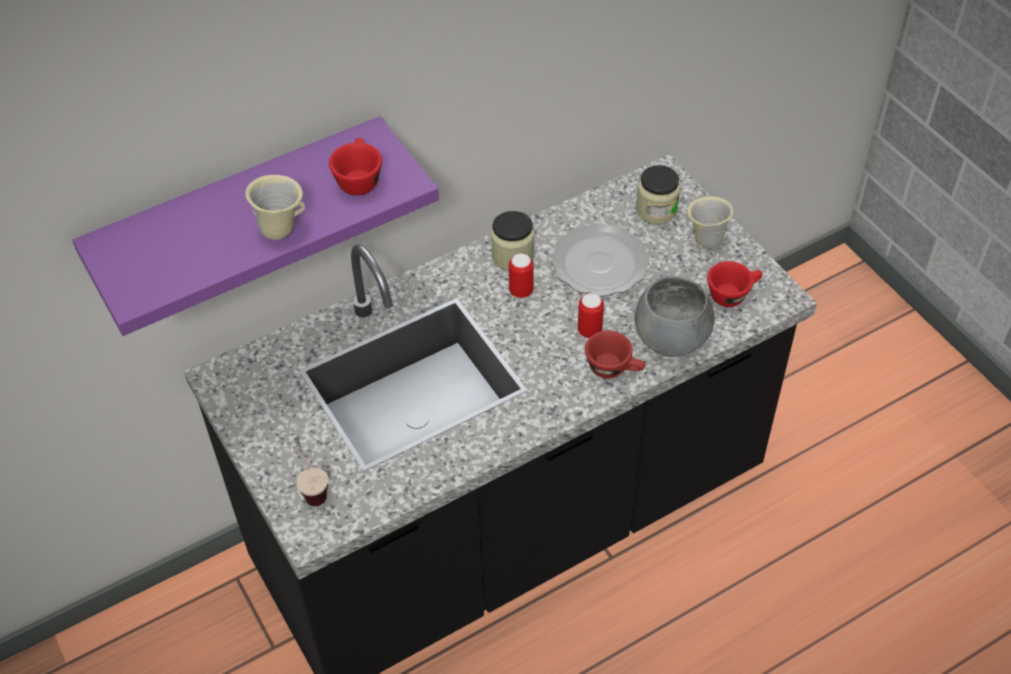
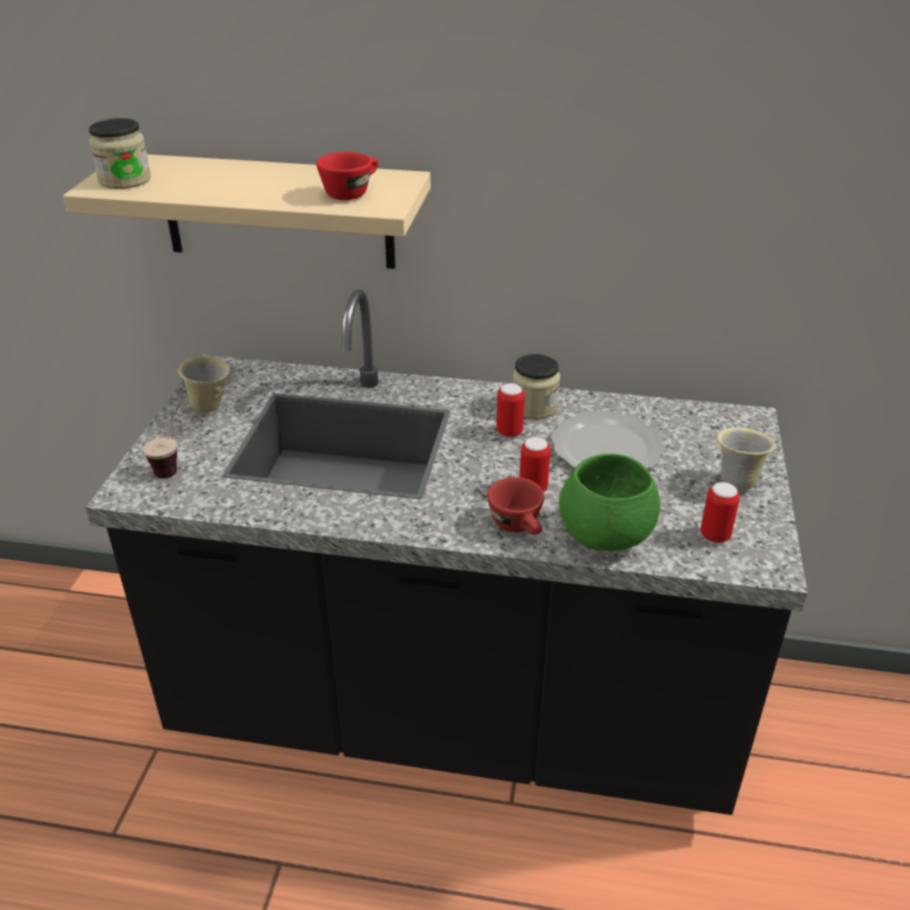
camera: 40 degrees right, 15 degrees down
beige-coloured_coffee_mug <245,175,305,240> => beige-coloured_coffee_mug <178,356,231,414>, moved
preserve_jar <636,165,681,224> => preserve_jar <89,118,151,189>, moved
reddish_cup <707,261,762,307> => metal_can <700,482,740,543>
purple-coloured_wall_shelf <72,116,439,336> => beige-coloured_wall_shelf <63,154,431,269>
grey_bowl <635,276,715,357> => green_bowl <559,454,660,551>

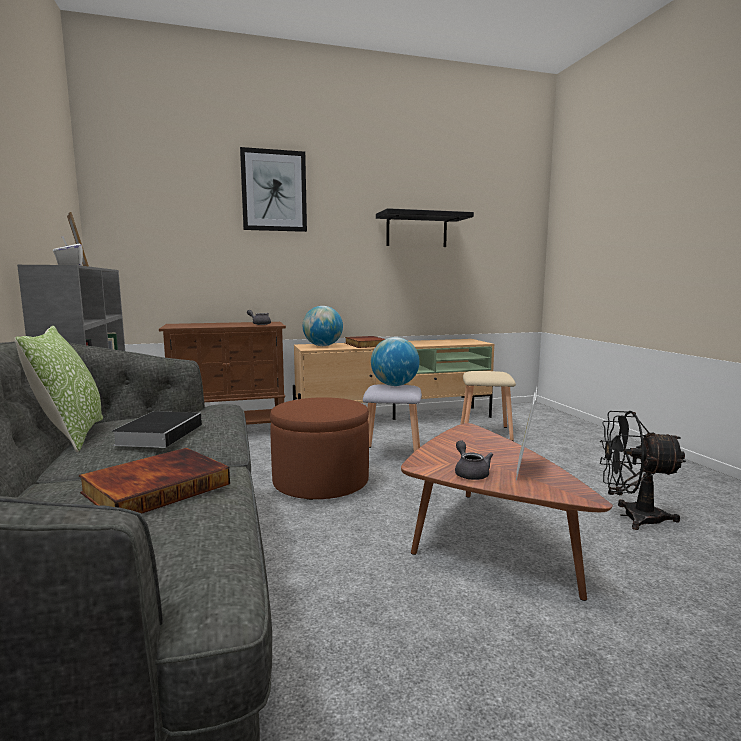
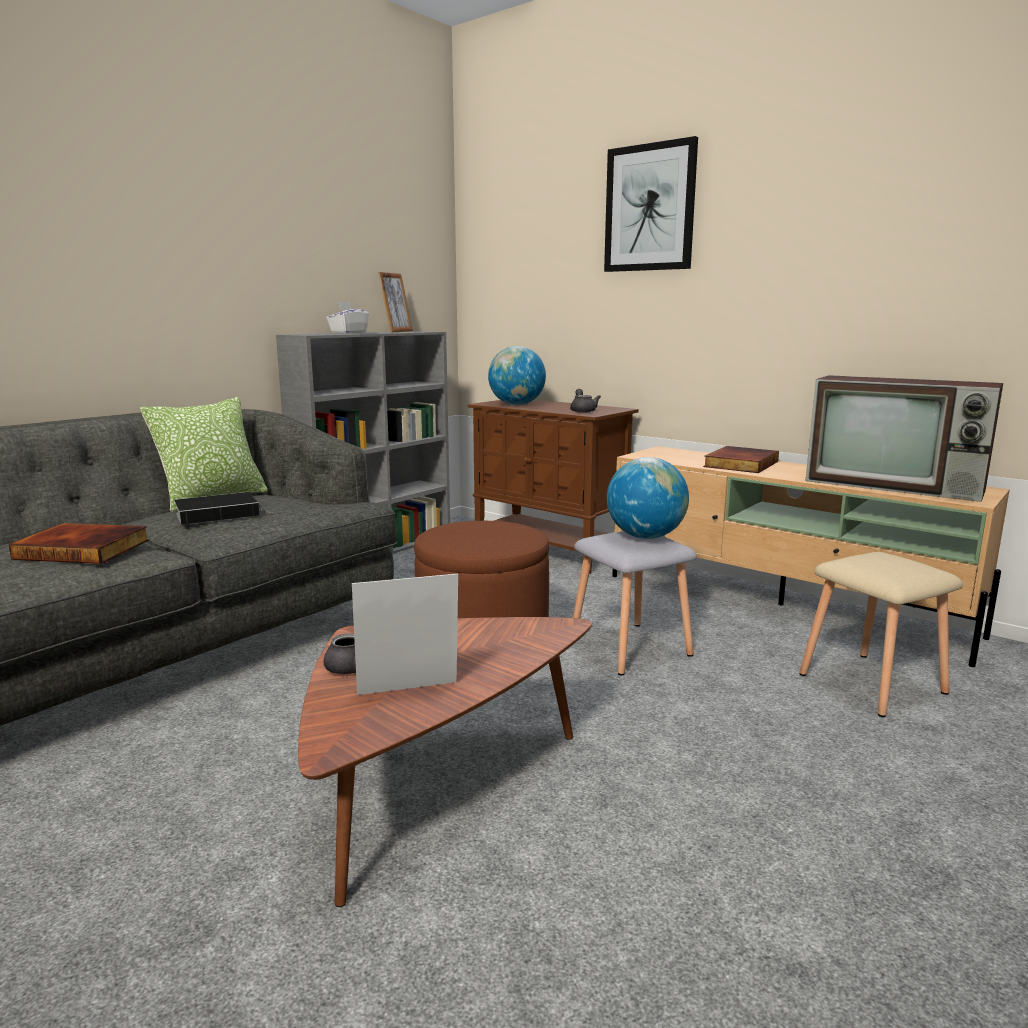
camera: 55 degrees right, 5 degrees up
blackish_wall_shelf <376,208,474,247> => nothing
blackish_electric_fan <600,411,686,530> => nothing
nothing => television <806,375,1003,502>
globe <303,306,343,346> => globe <488,346,546,405>, moved

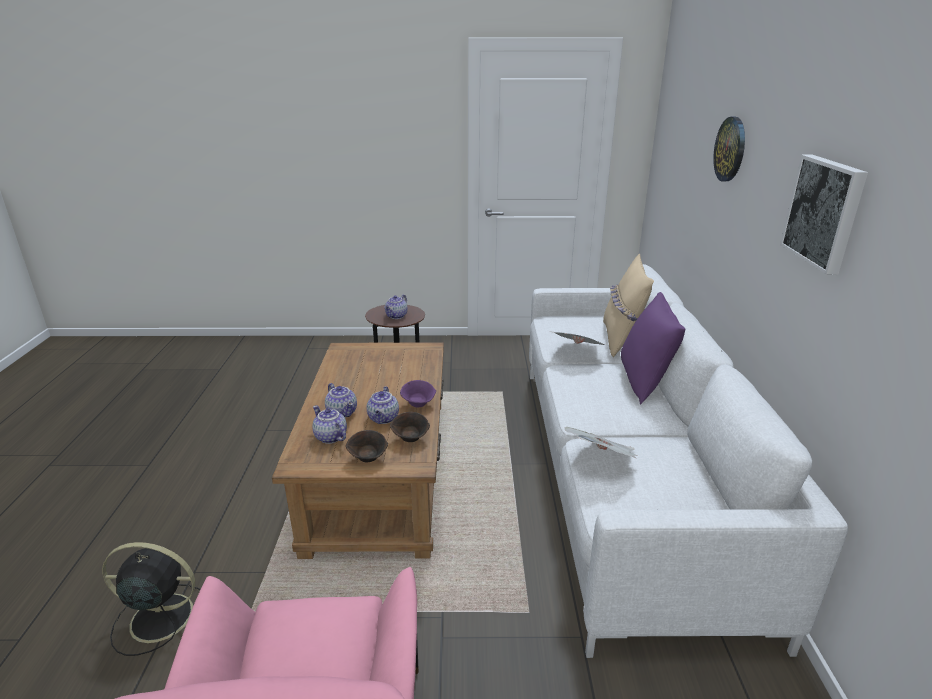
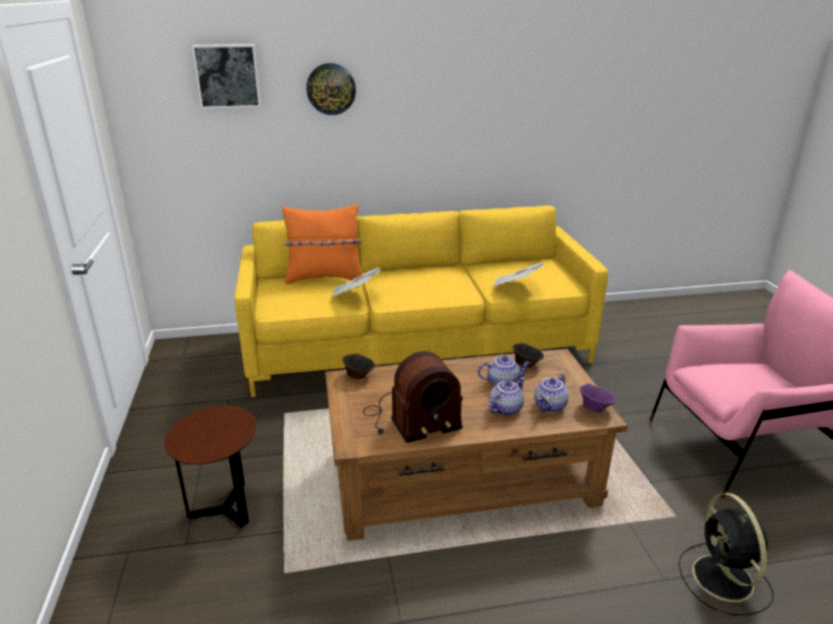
camera: 100 degrees left, 0 degrees up
tea_pot <384,295,408,319> => nothing
purple-coloured_cushion <621,292,685,404> => nothing
nothing => radio_set <363,351,463,443>
brown-coloured_bowl <346,430,388,462> => brown-coloured_bowl <342,353,375,379>, moved
purple-coloured_bowl <400,380,436,407> => purple-coloured_bowl <580,384,616,412>, moved
picture <780,155,868,275> => picture <192,44,261,109>, moved
whitish_settee <529,264,848,658> => yellowish_settee <235,206,608,397>
beige-coloured_cushion <603,254,654,357> => orange_cushion <282,205,362,284>

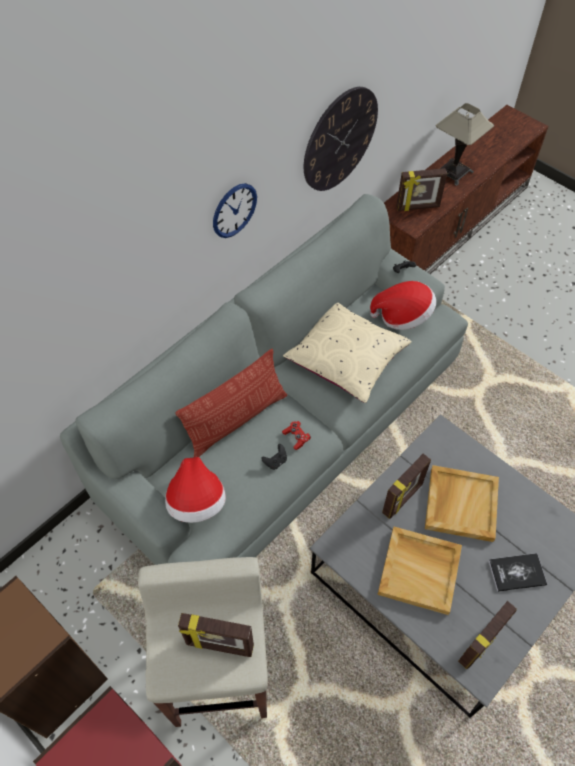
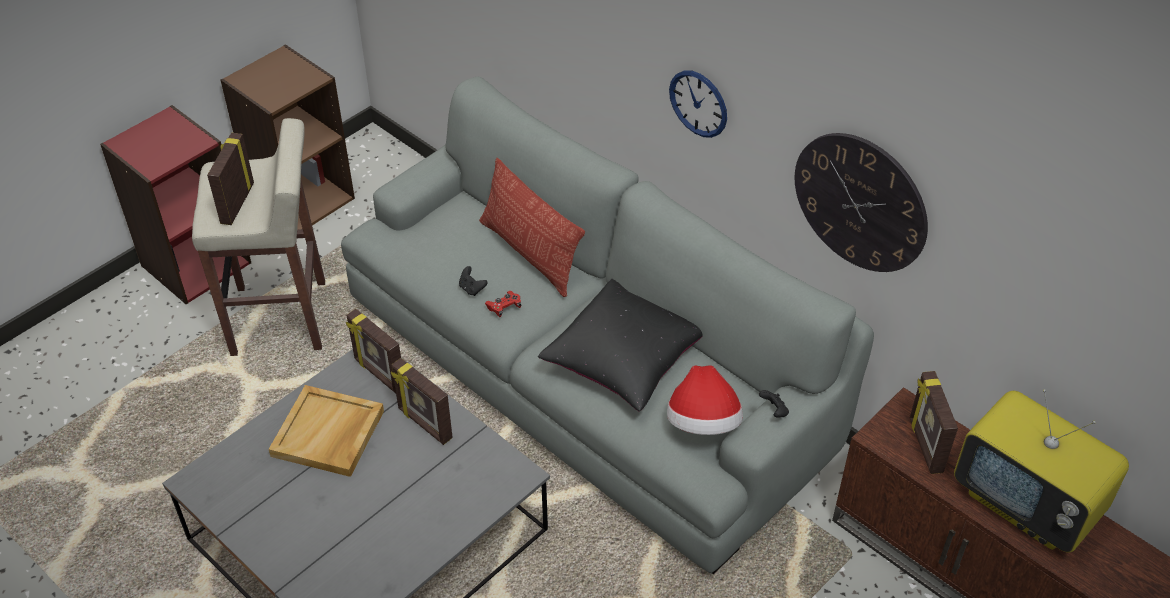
camera: 90 degrees right, 10 degrees down
wearable_hat <165,457,226,523> => nothing
beige-coloured_serving_tray <425,465,499,542> => nothing
bound_book <489,553,547,592> => nothing
photo_frame <458,601,517,669> => photo_frame <346,309,401,393>, moved
lamp_for_a_table <436,103,494,186> => television <954,389,1129,552>
beige-coloured_cushion <283,303,412,403> => blackish_cushion <538,279,703,411>

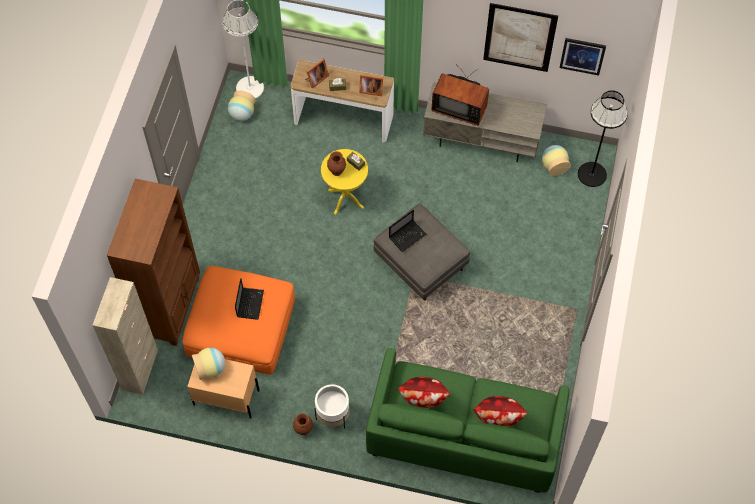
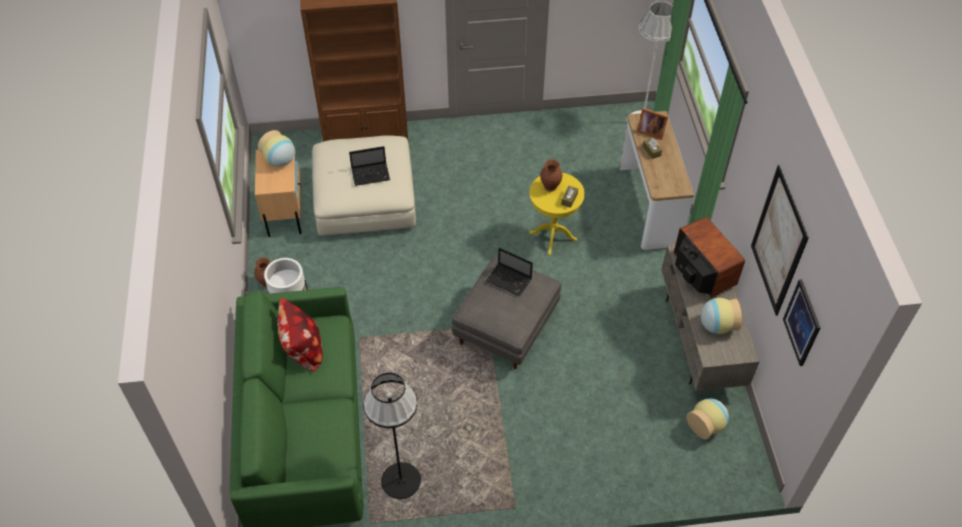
camera: 70 degrees right, 10 degrees down
beige-coloured_cabinet <93,277,158,395> => nothing
photo_frame <359,74,383,96> => nothing
cushion <473,396,527,427> => nothing
decorative_vase <228,90,256,121> => decorative_vase <701,298,742,334>, moved
blackish_standard_lamp <578,90,628,187> => blackish_standard_lamp <364,373,421,499>, moved
orange_pouffe <182,266,295,375> => beige-coloured_pouffe <312,135,416,236>
television <431,68,489,126> => television <674,217,745,297>, 150 degrees clockwise

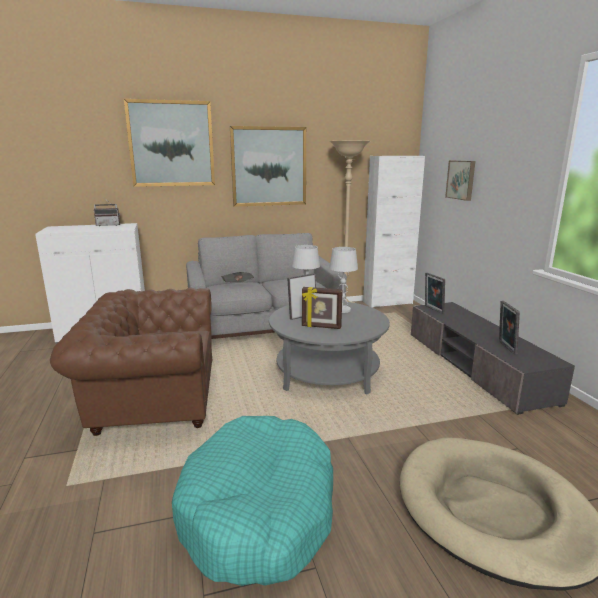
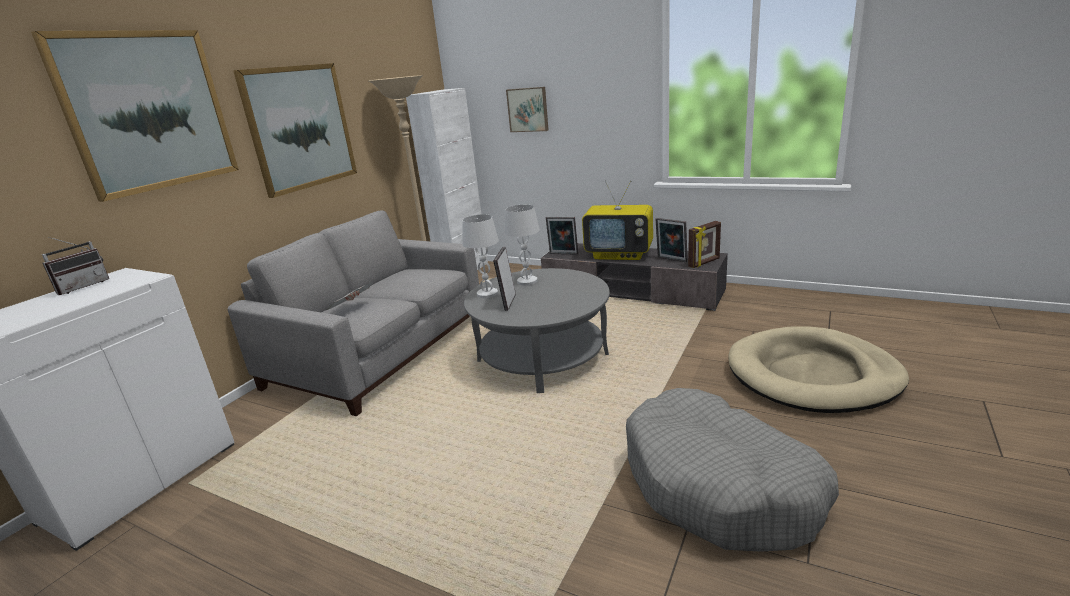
camera: 45 degrees left, 5 degrees up
brown-coloured_lounge_chair <50,288,212,436> => nothing
nothing => television <582,180,653,260>
photo_frame <302,287,343,329> => photo_frame <688,221,721,268>, moved
turquoise-coloured_dog_bed <172,416,333,586> => grey_dog_bed <626,388,839,552>

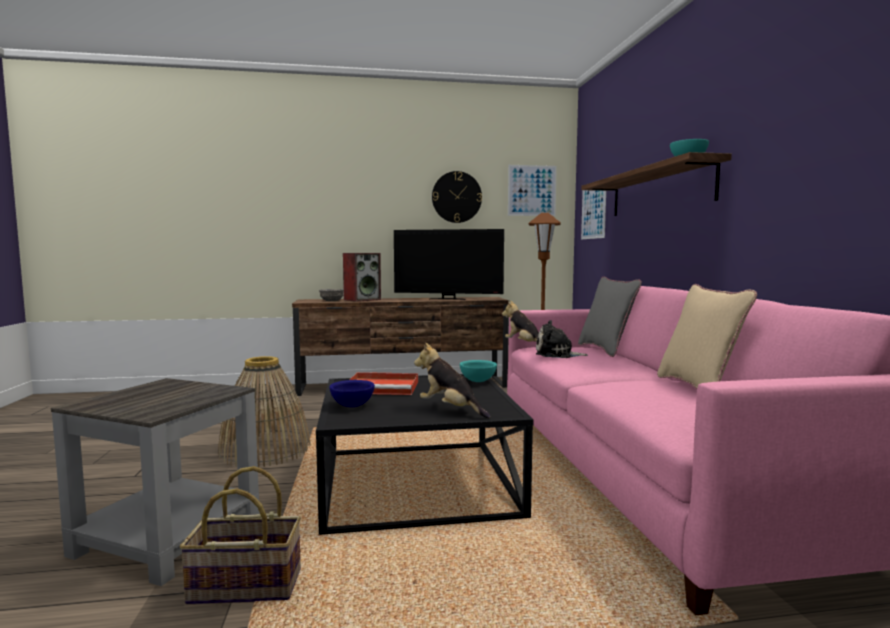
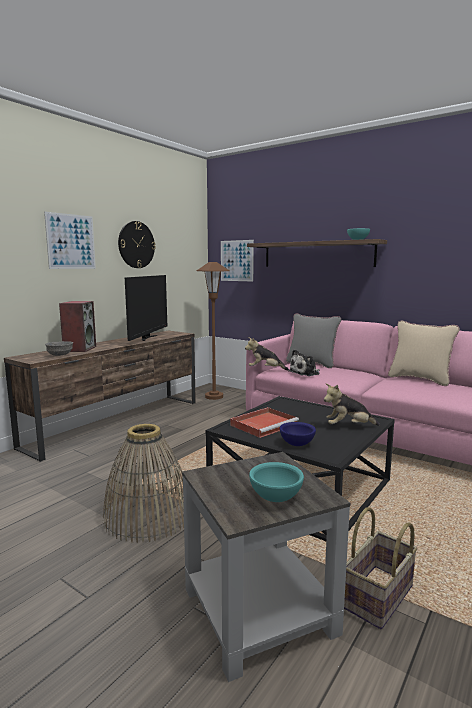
camera: 45 degrees left, 5 degrees up
turquoise-coloured_bowl <460,360,497,382> => turquoise-coloured_bowl <249,462,304,502>, moved
picture <508,165,557,216> => picture <44,212,96,269>, moved
television <394,229,504,300> => television <125,275,167,341>, 45 degrees counterclockwise

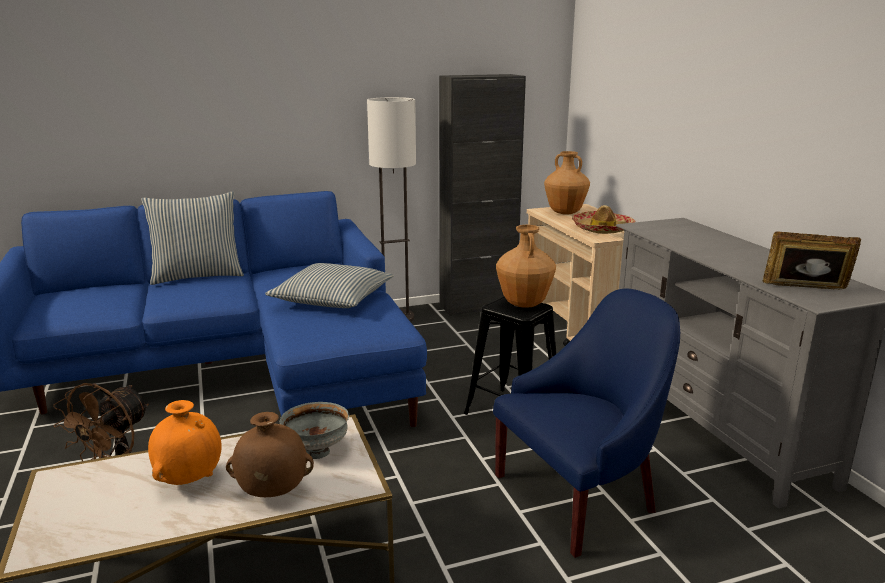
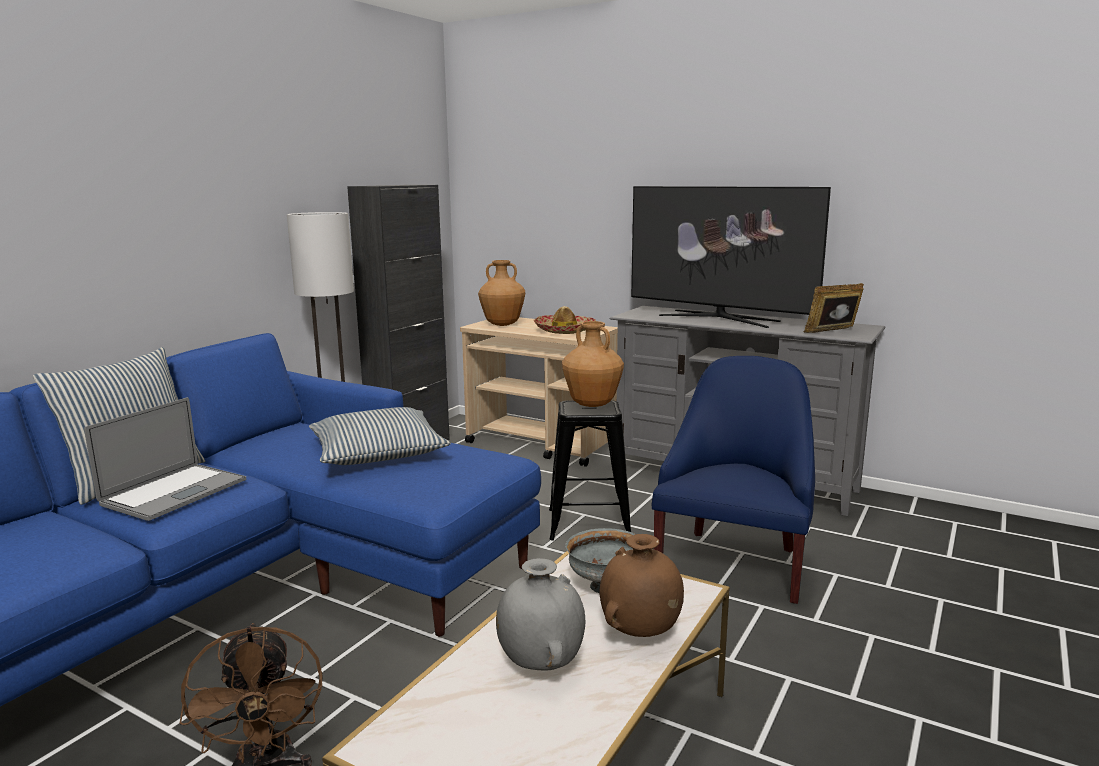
camera: 40 degrees left, 5 degrees down
nothing => laptop <84,397,247,521>
nothing => television <631,186,831,328>
orange_decorative_vase <148,400,222,485> => grey_decorative_vase <496,558,585,671>

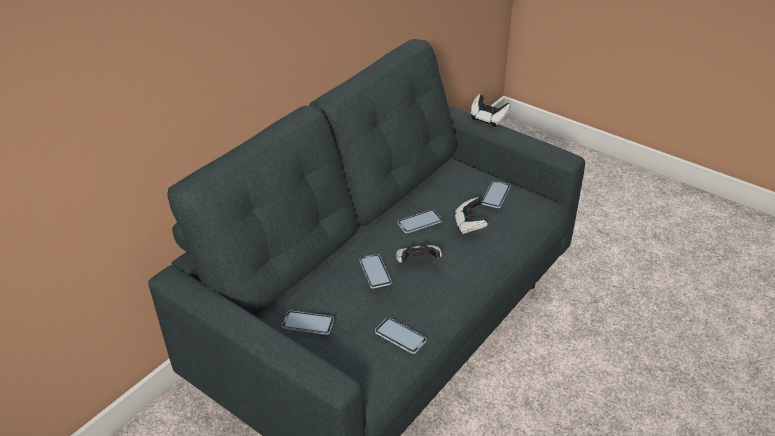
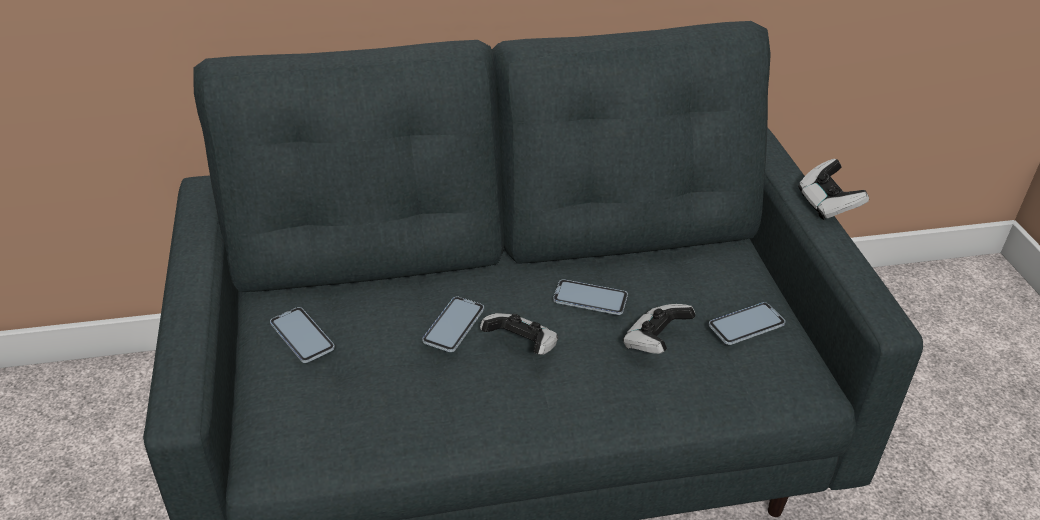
camera: 40 degrees right, 0 degrees up
phone <375,318,427,354> => nothing

